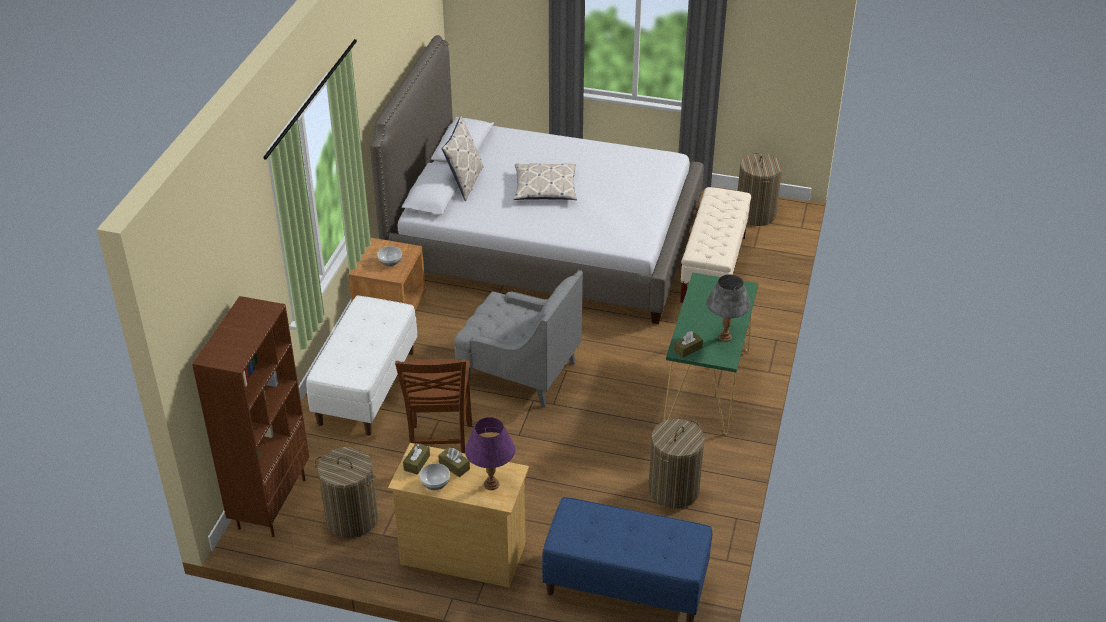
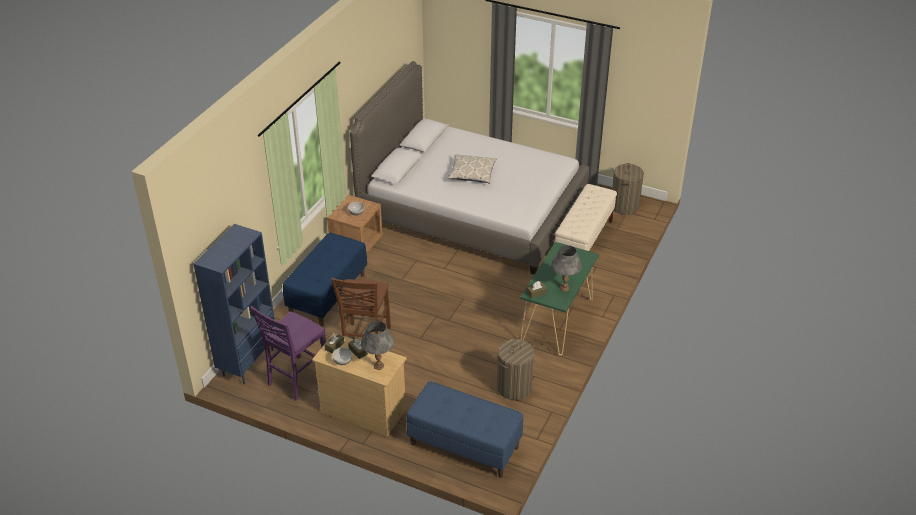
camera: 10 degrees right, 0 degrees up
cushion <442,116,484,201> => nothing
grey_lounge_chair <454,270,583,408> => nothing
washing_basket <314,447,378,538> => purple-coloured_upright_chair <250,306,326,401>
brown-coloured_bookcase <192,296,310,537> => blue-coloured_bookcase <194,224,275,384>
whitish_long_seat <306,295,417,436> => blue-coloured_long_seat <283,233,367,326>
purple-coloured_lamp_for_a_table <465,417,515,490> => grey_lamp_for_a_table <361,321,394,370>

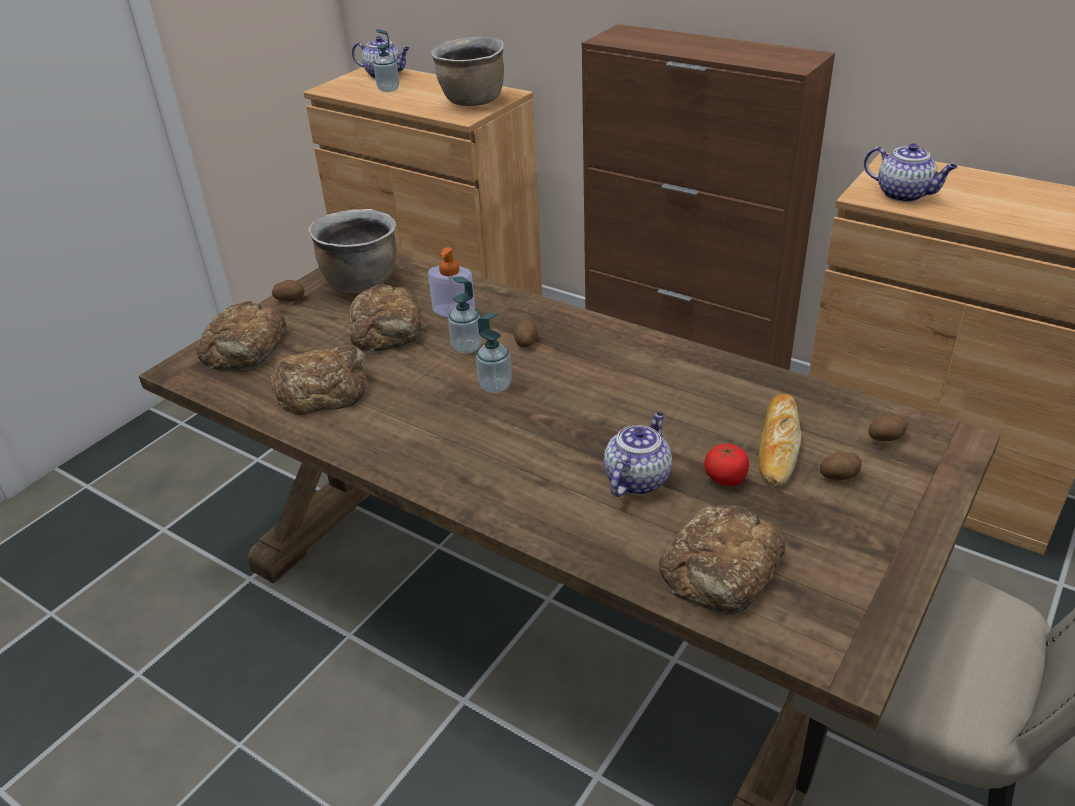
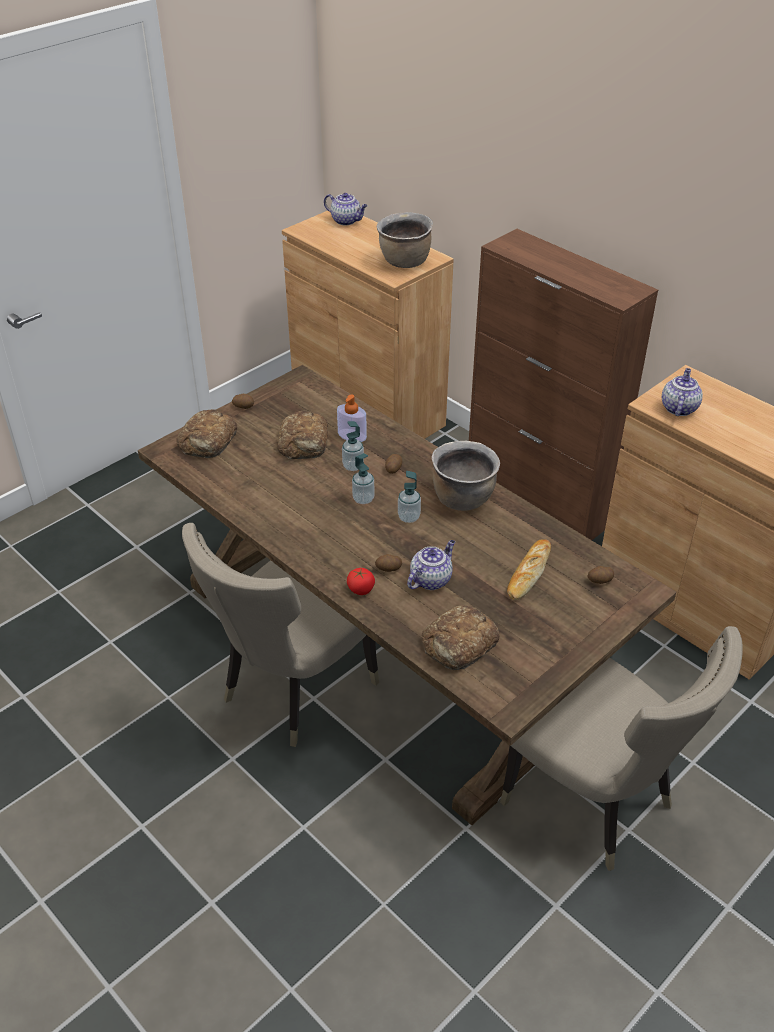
camera: 10 degrees right, 5 degrees up
bakery_bread <270,345,368,415> => nothing
nothing => beige-coloured_upright_chair <182,523,379,747>
brown-coloured_stockpot <308,209,397,293> => brown-coloured_stockpot <432,441,500,511>, moved
soap_bottle <374,29,399,92> => soap_bottle <398,471,421,523>, moved
tomato <704,443,749,486> => tomato <347,568,375,595>, moved
spud <820,452,862,480> => spud <375,554,402,572>, moved
tea_pot <864,143,957,202> => tea_pot <662,368,703,416>, 120 degrees counterclockwise

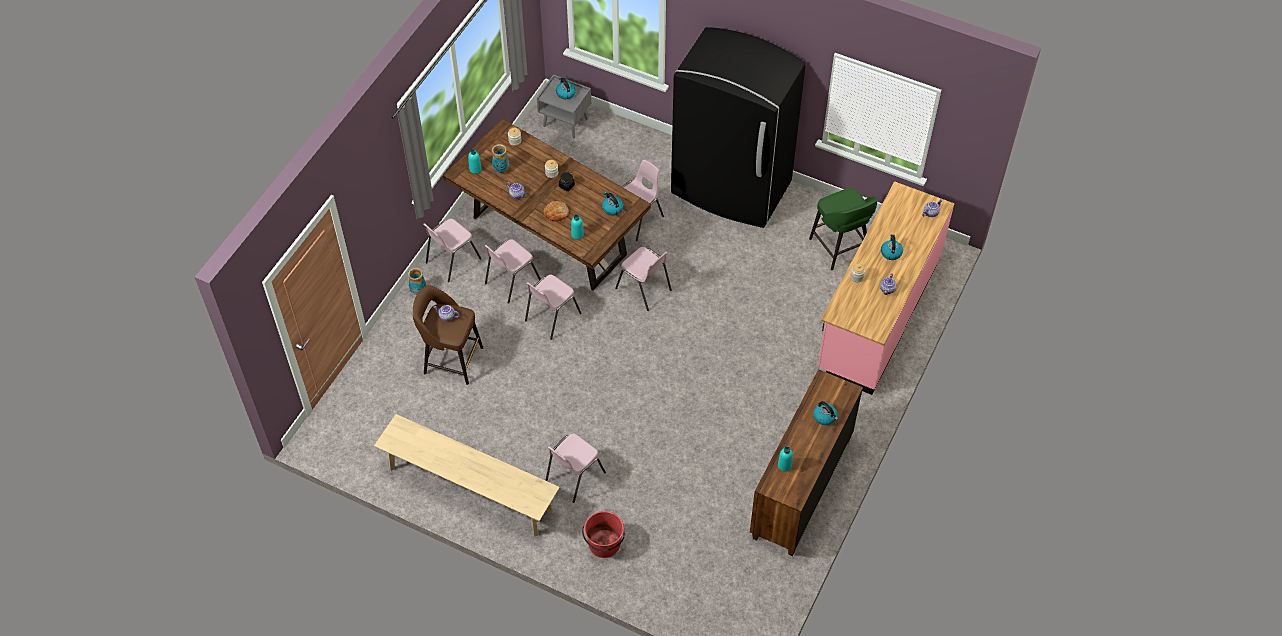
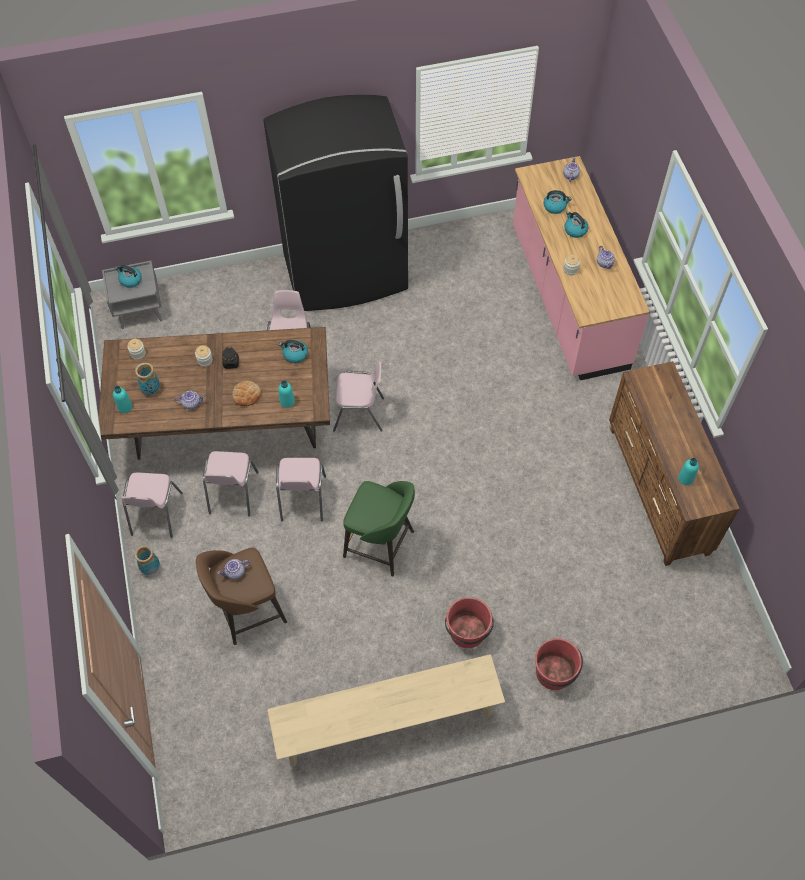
camera: 40 degrees left, 5 degrees up
green_stool_seat <809,187,878,270> => green_stool_seat <343,481,415,577>, moved
water_kettle <813,401,838,425> => water_kettle <543,190,572,214>, moved
pinkish_upright_chair <545,434,606,503> => reddish_water_bucket <445,597,494,648>

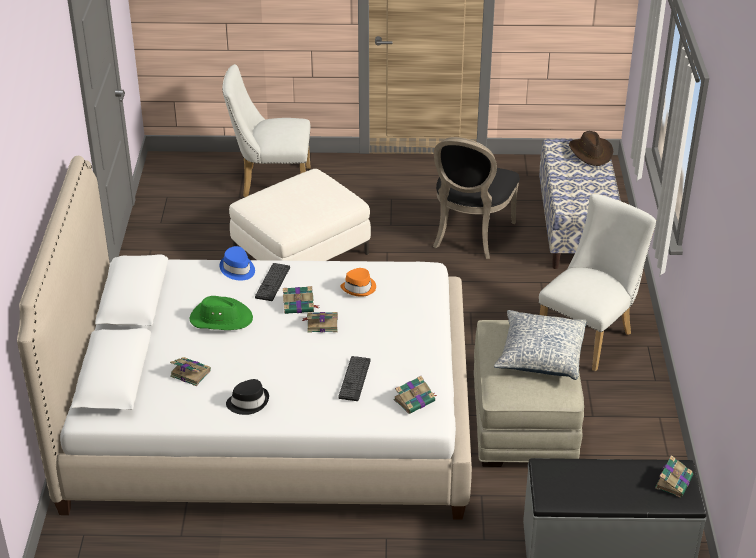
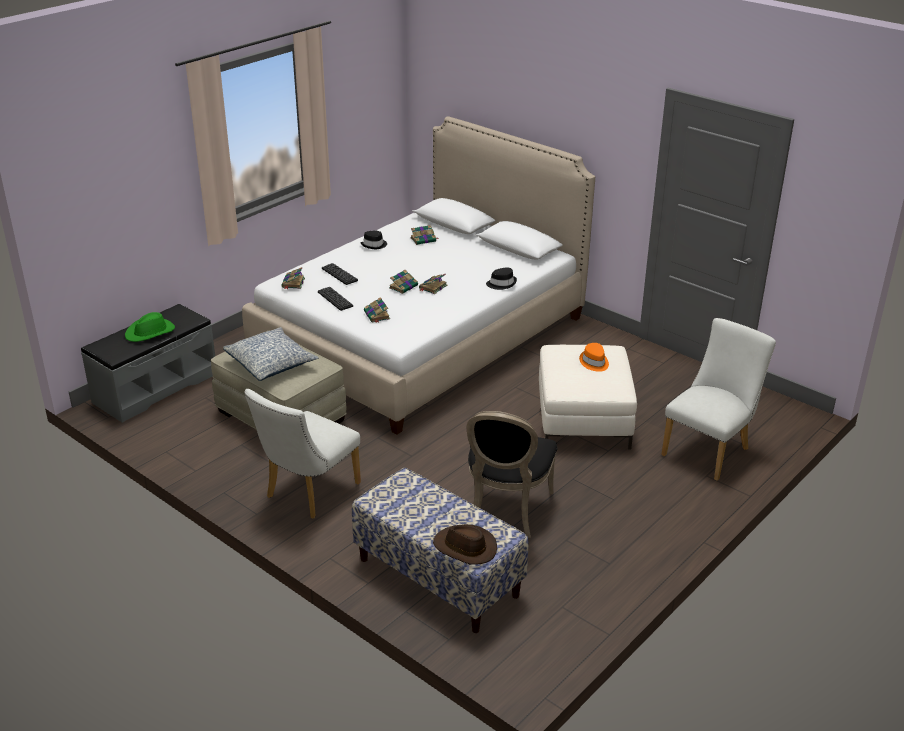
camera: 130 degrees right, 5 degrees down
green_wearable_hat <190,296,253,330> => green_wearable_hat <125,312,175,342>, moved
computer_keyboard <255,263,290,301> => computer_keyboard <318,287,353,311>, moved
orange_wearable_hat <340,268,376,297> => orange_wearable_hat <579,343,609,372>, moved
bound_book <655,455,693,497> => bound_book <364,297,390,323>, moved
blue-coloured_wearable_hat <220,246,255,280> => blackish_wearable_hat <486,267,517,290>
blackish_upright_chair <433,137,520,259> => blackish_upright_chair <467,411,558,538>, 135 degrees counterclockwise
whitish_upright_chair <539,194,656,371> => whitish_upright_chair <244,389,361,518>, 45 degrees clockwise

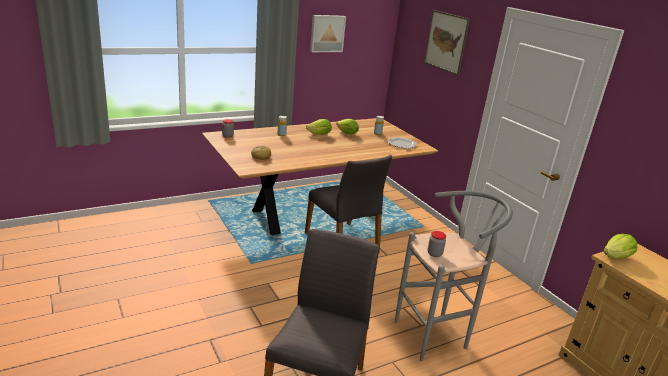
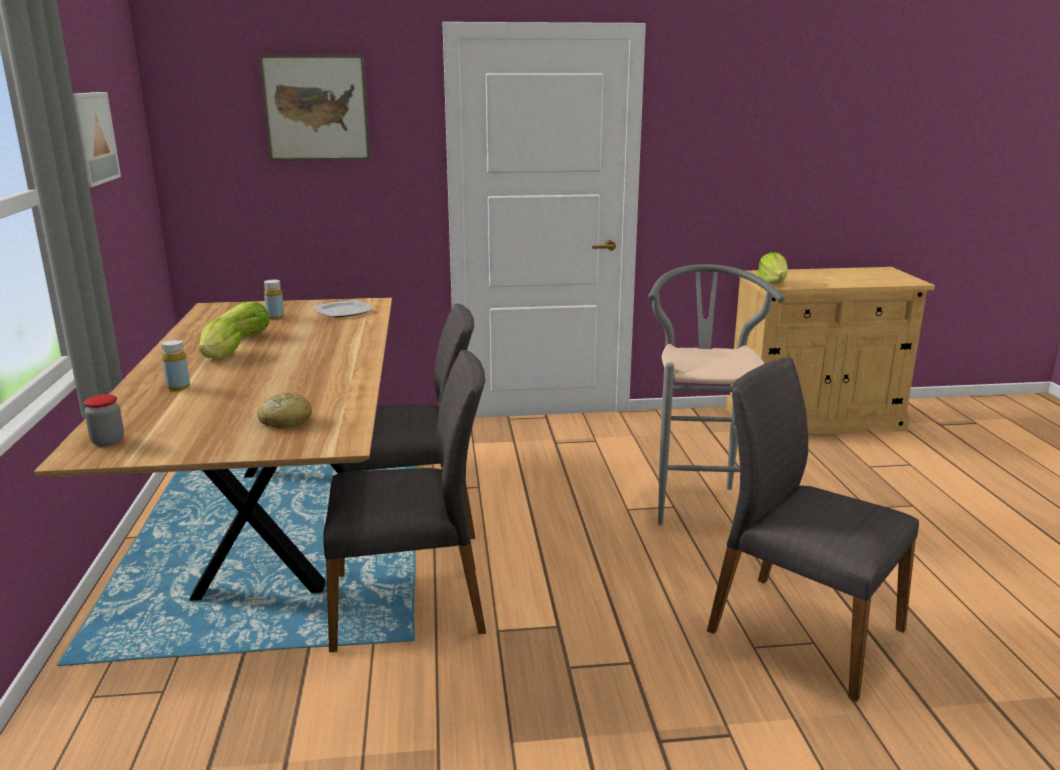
camera: 65 degrees left, 5 degrees down
preserve_jar <427,231,446,257> => nothing
nothing => grey_upright_chair <323,350,486,652>

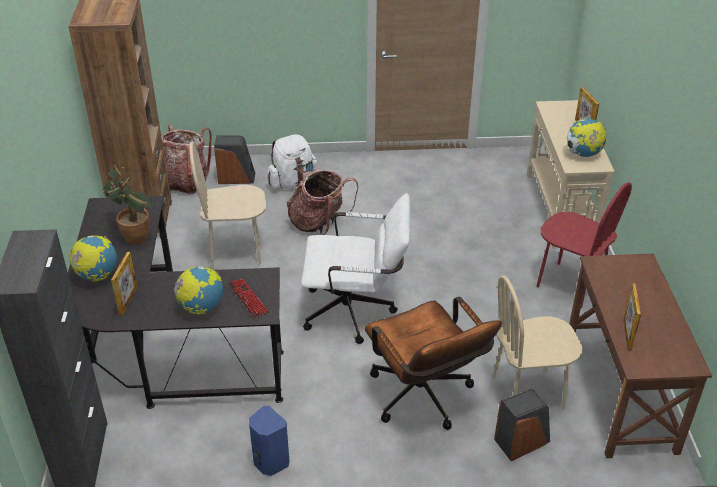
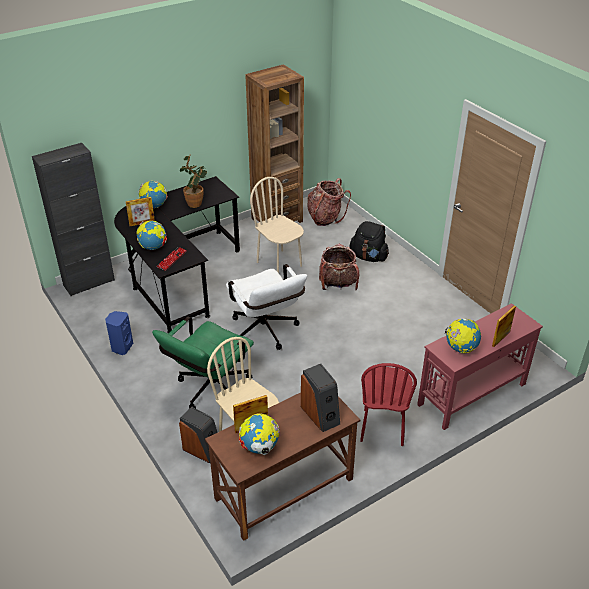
camera: 60 degrees right, 0 degrees up
nothing => globe <239,413,280,455>
audio_speaker <214,135,255,184> => audio_speaker <301,364,340,432>, moved
whitish_knapsack <267,134,318,189> => blackish_knapsack <350,221,389,262>
brown-coloured_office_chair <365,297,502,430> => green_office_chair <152,317,254,409>
beige-coloured_narrow_table <527,100,615,249> => reddish_narrow_table <417,303,543,430>

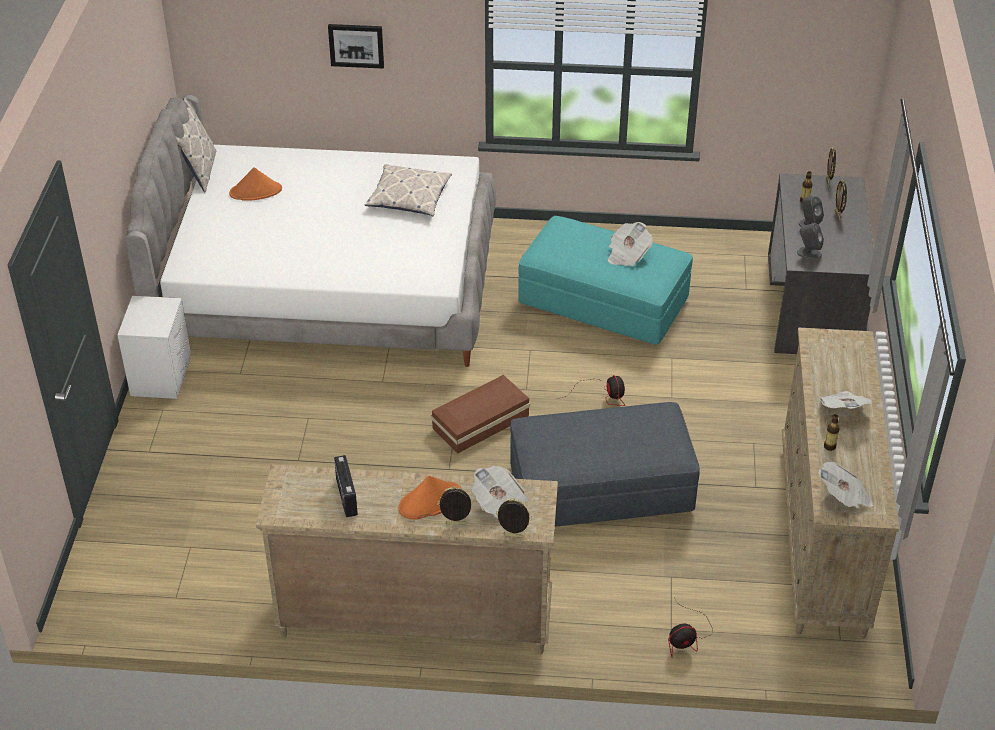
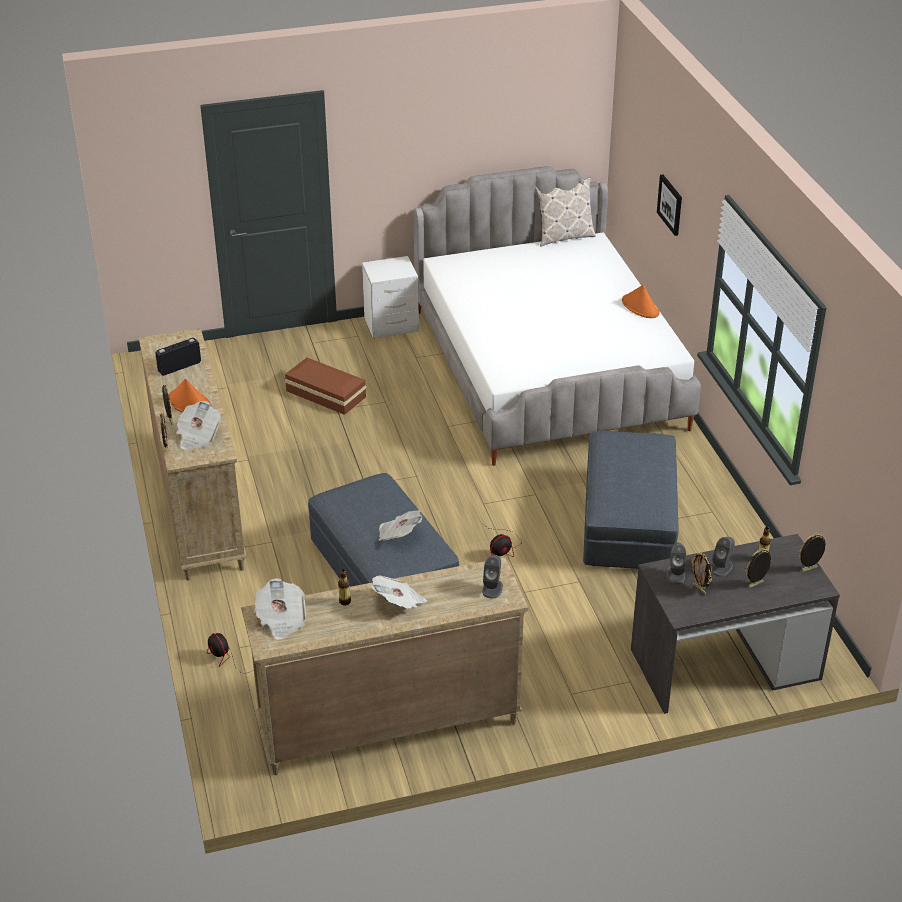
camera: 70 degrees right, 5 degrees down
cushion <365,164,452,216> => nothing
nothing => grey_audio_speaker <482,555,503,598>
nothing => photo_frame <692,552,712,595>
orange_wearable_hat <229,167,282,201> => orange_wearable_hat <622,285,659,318>, moved
brown-coloured_storage_bin <431,375,530,454> => brown-coloured_storage_bin <284,357,367,415>, moved
printed_paper <608,222,653,267> => printed_paper <379,510,422,541>, moved
turquoise-coloured_pouffe <518,216,693,345> => grey_pouffe <583,431,679,569>

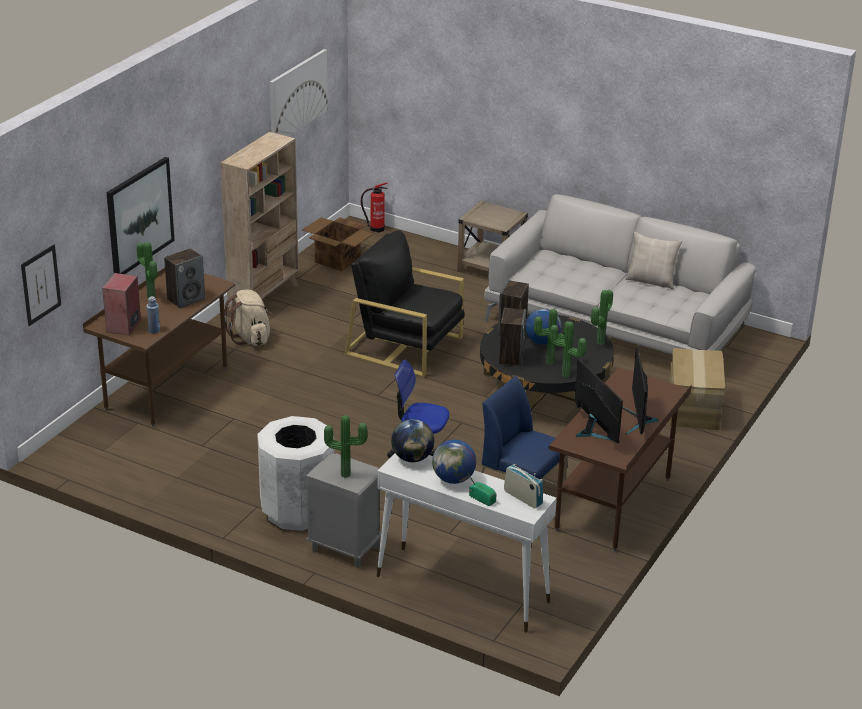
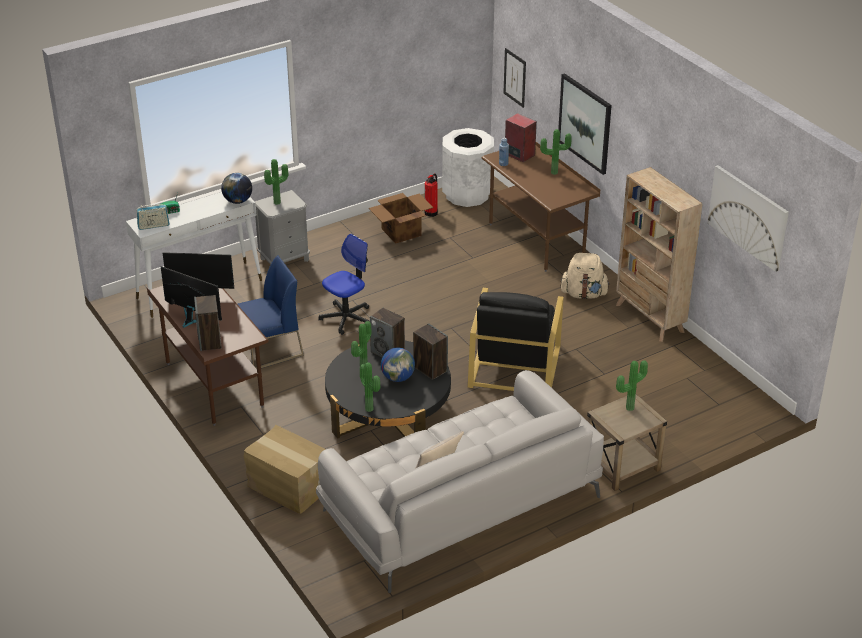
camera: 120 degrees right, 5 degrees up
globe <432,439,476,484> => nothing
audio_speaker <164,248,205,308> => audio_speaker <194,295,222,351>, moved
whitish_trash_can <257,416,335,531> => whitish_trash_can <442,128,494,207>, moved
cardboard_box <302,217,373,271> => cardboard_box <369,193,433,244>, moved
extinguisher <361,183,388,232> => extinguisher <424,174,438,217>, moved
potted_plant <550,322,586,378> => potted_plant <616,360,648,411>, moved
blackish_lounge_chair <344,230,465,377> => blackish_lounge_chair <468,288,564,391>, 135 degrees clockwise

